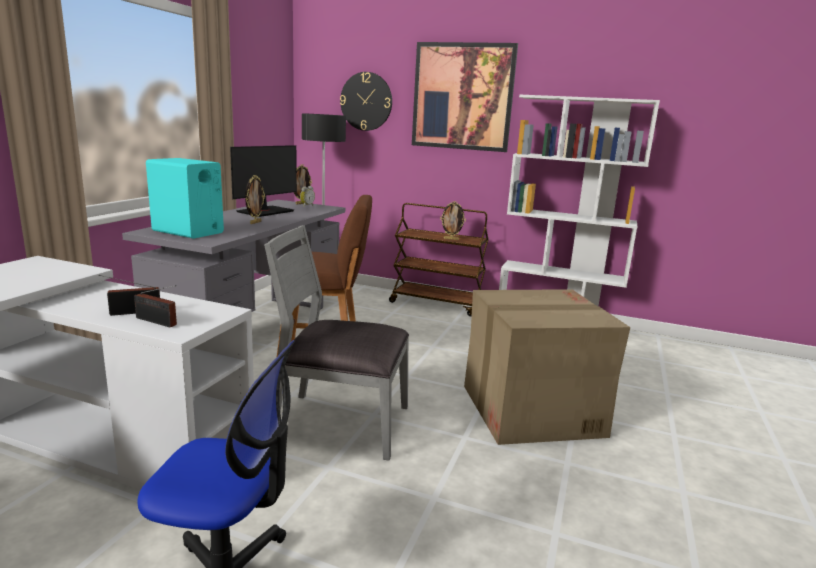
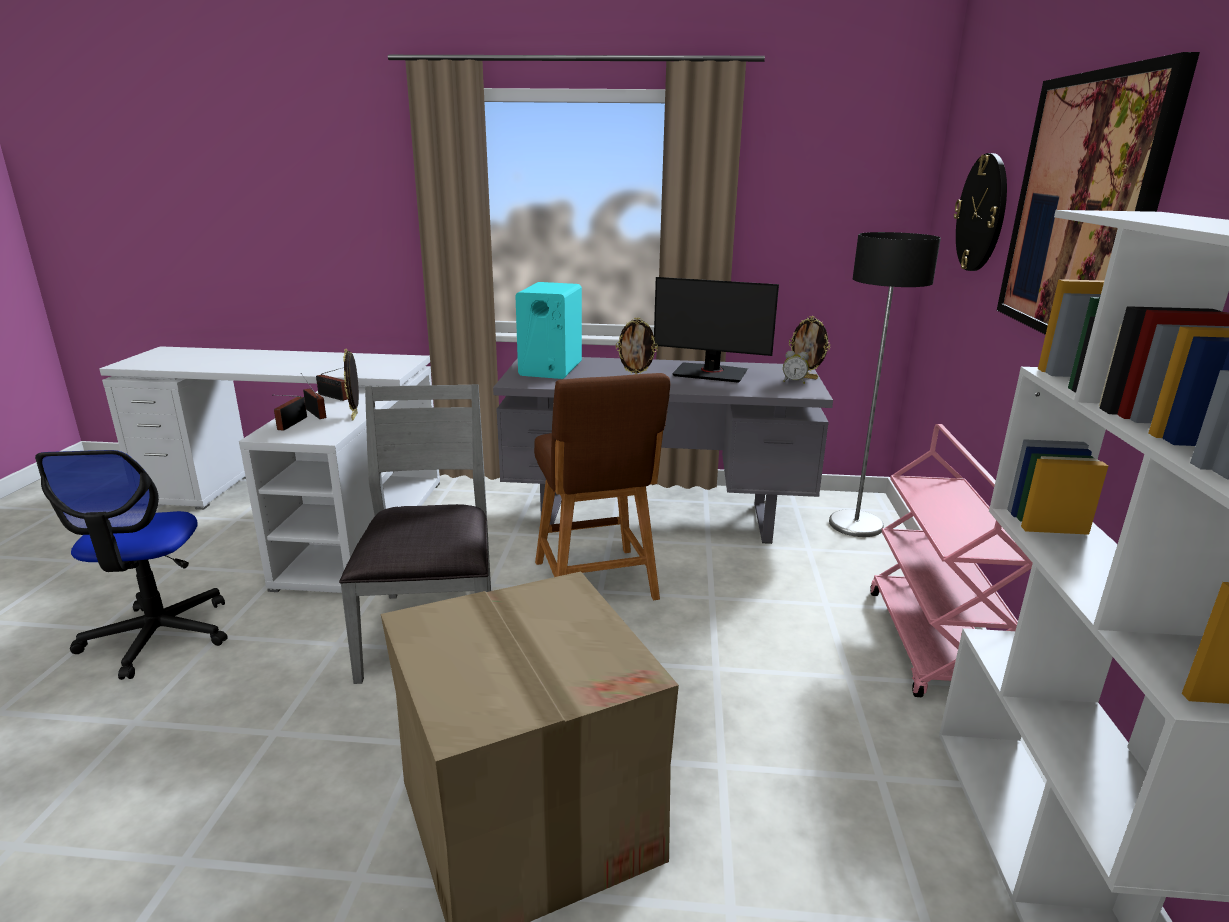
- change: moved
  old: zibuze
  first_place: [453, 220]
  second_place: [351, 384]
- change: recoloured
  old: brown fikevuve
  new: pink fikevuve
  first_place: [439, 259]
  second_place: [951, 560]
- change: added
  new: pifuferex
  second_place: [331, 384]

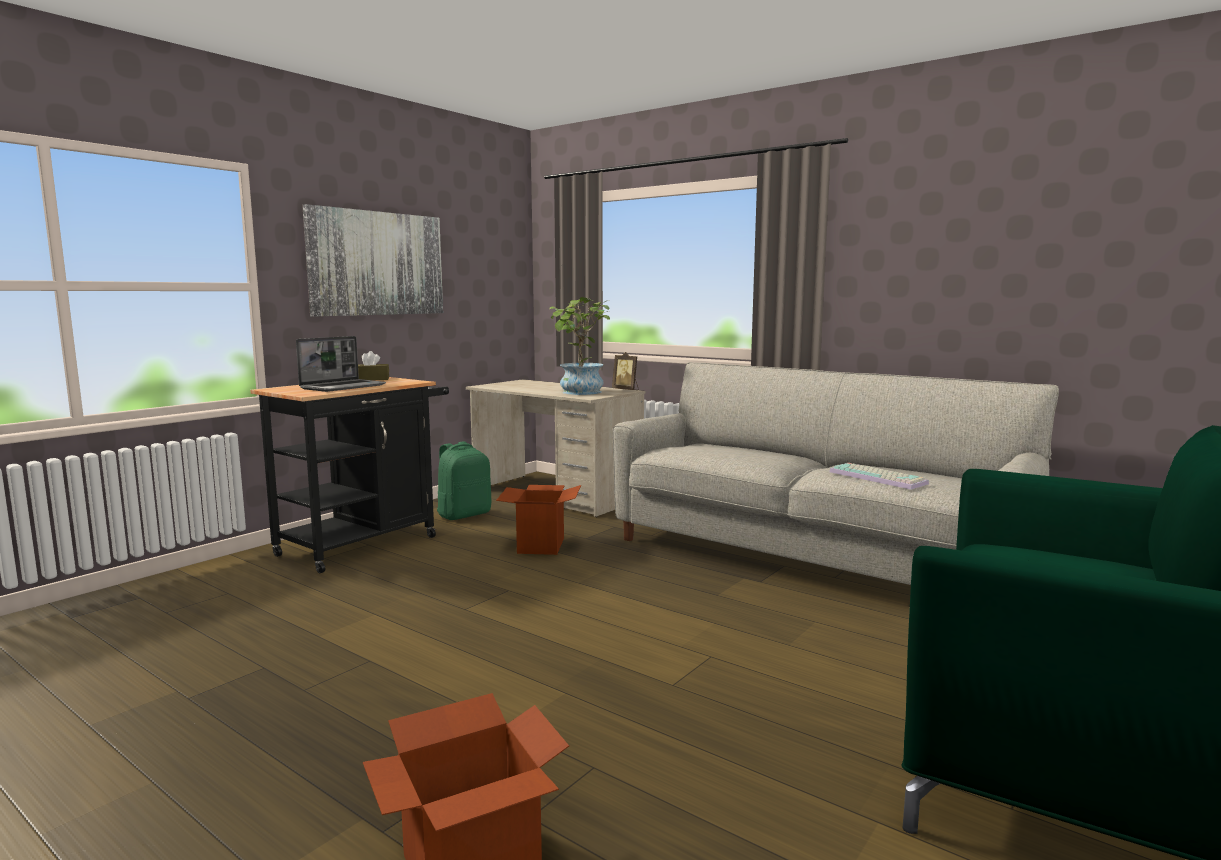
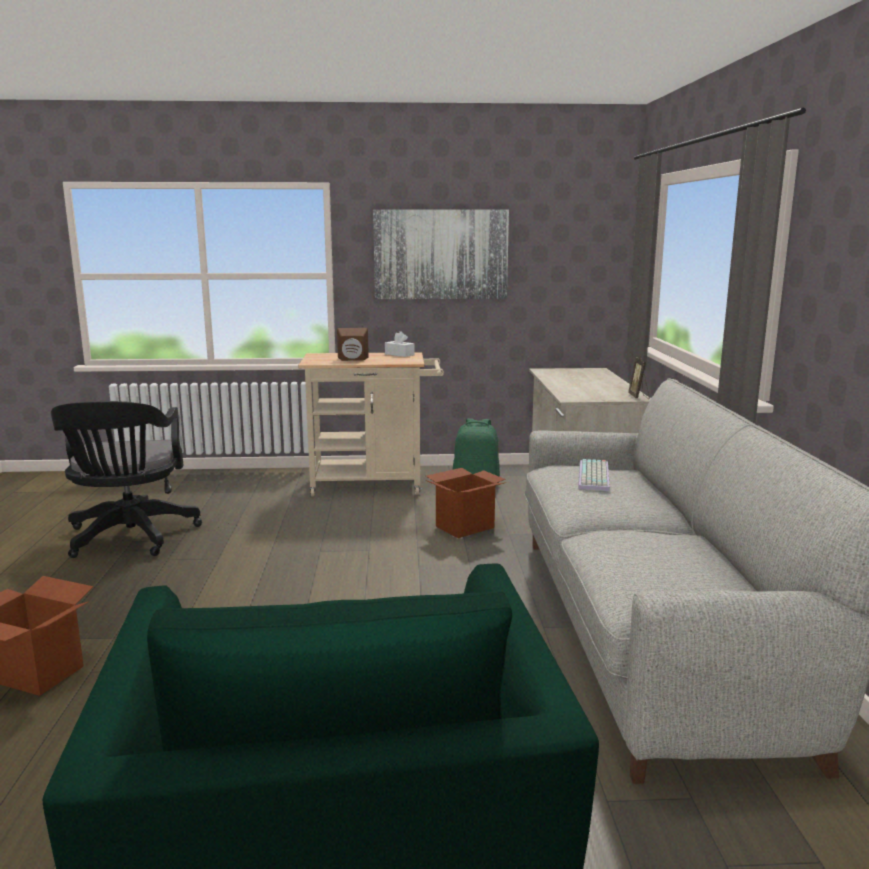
- change: removed
  old: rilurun
  first_place: [579, 346]
- change: replaced
  old: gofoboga
  new: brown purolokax
  first_place: [341, 364]
  second_place: [353, 344]
- change: recoloured
  old: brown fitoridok
  new: white fitoridok
  first_place: [373, 365]
  second_place: [400, 344]
- change: recoloured
  old: black fikevuve
  new: beige fikevuve
  first_place: [349, 475]
  second_place: [371, 424]
- change: moved
  old: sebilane
  first_place: [879, 476]
  second_place: [594, 475]
- change: added
  new: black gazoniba
  second_place: [126, 479]

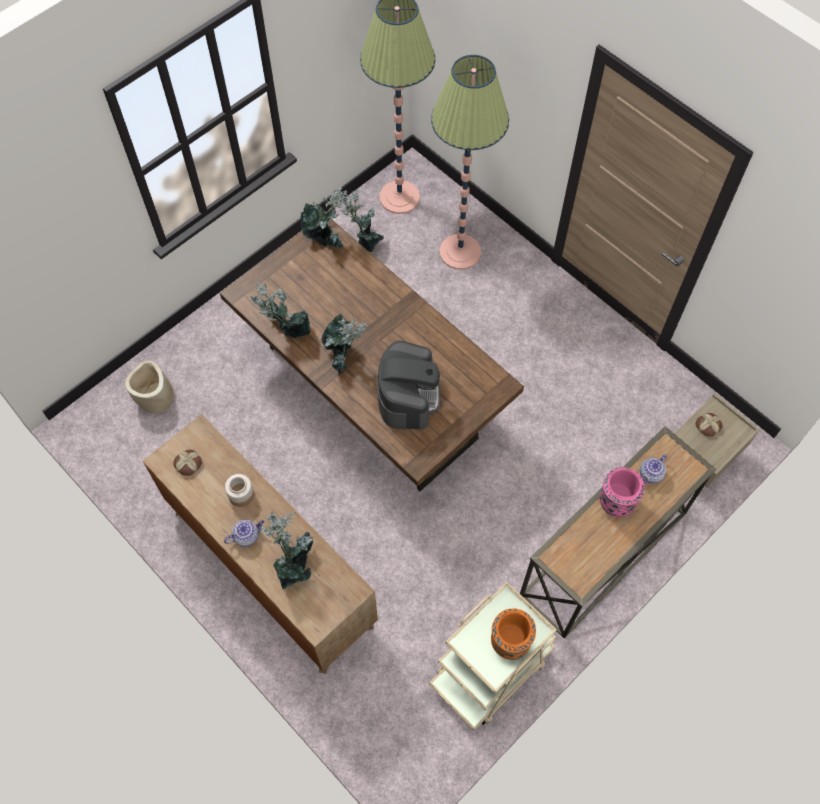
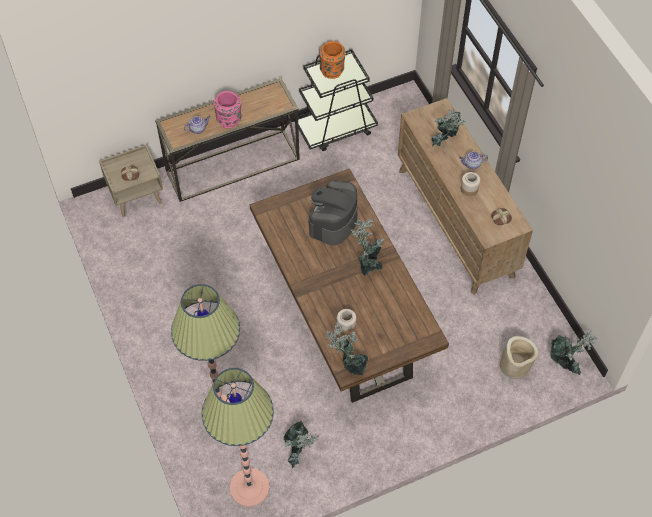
- change: moved
  old: rilurun
  first_place: [280, 309]
  second_place: [573, 352]
- change: recoloured
  old: beige fikevuve
  new: black fikevuve
  first_place: [493, 656]
  second_place: [336, 100]
- change: added
  new: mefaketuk
  second_place: [346, 321]

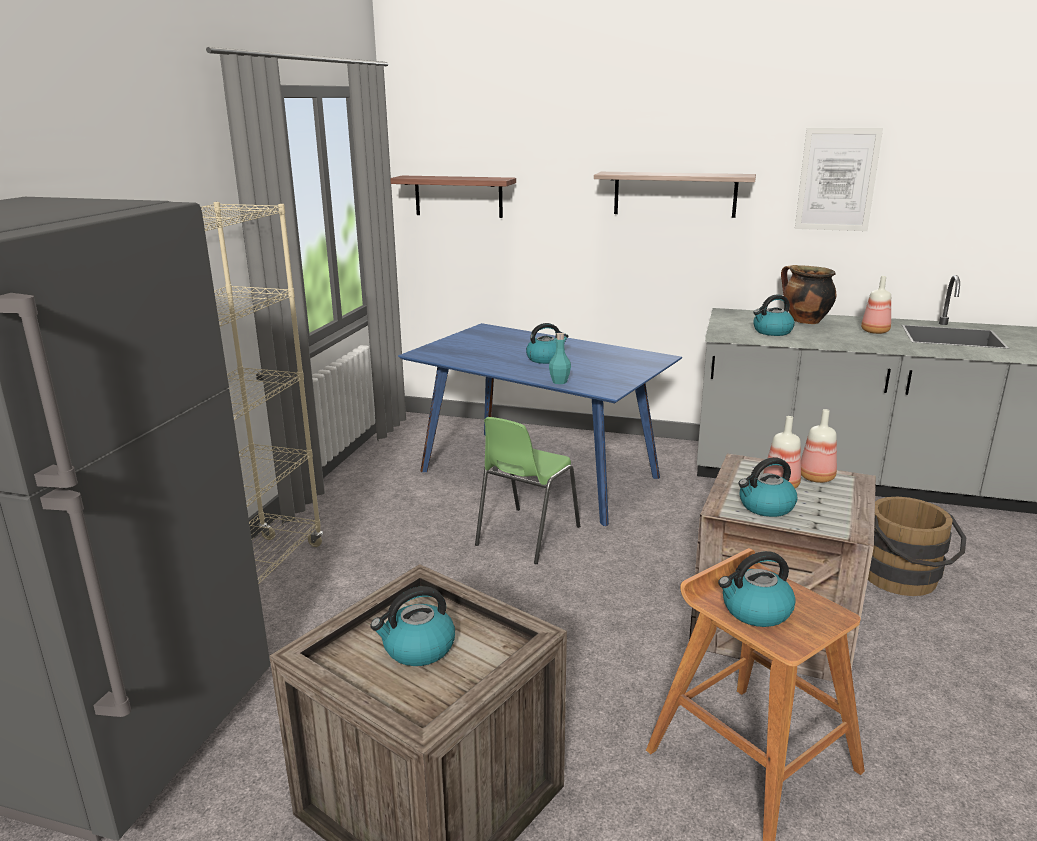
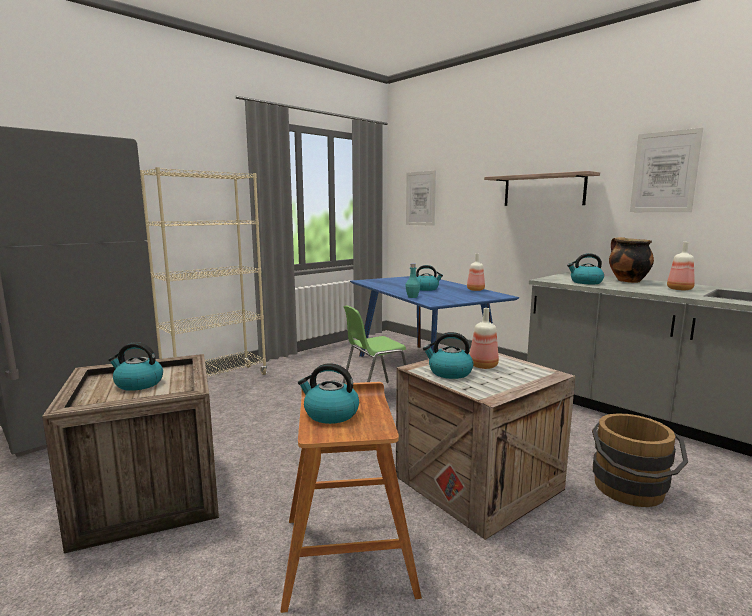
- change: replaced
  old: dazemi
  new: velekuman
  first_place: [453, 197]
  second_place: [421, 198]
- change: moved
  old: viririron
  first_place: [819, 446]
  second_place: [476, 272]

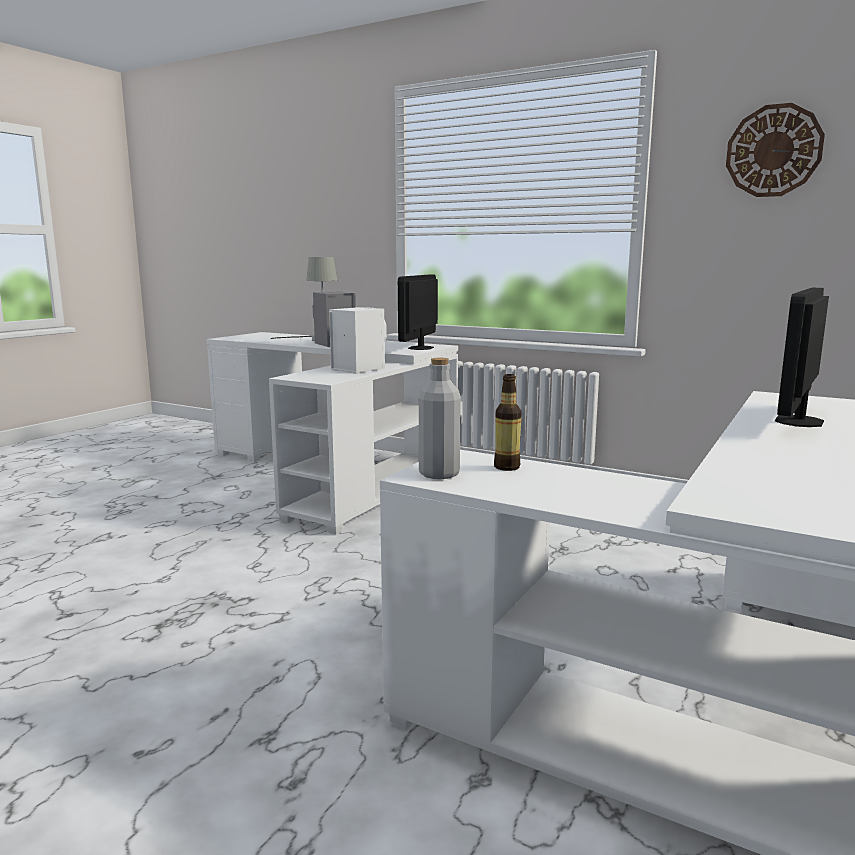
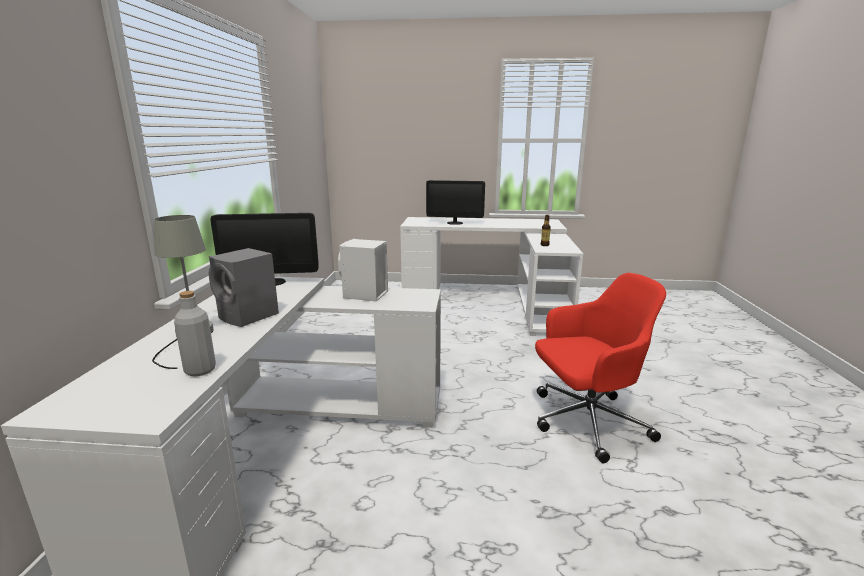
- change: removed
  old: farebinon
  first_place: [775, 150]
- change: moved
  old: grey viririron
  first_place: [440, 418]
  second_place: [195, 333]
- change: added
  new: red gazoniba
  second_place: [600, 368]

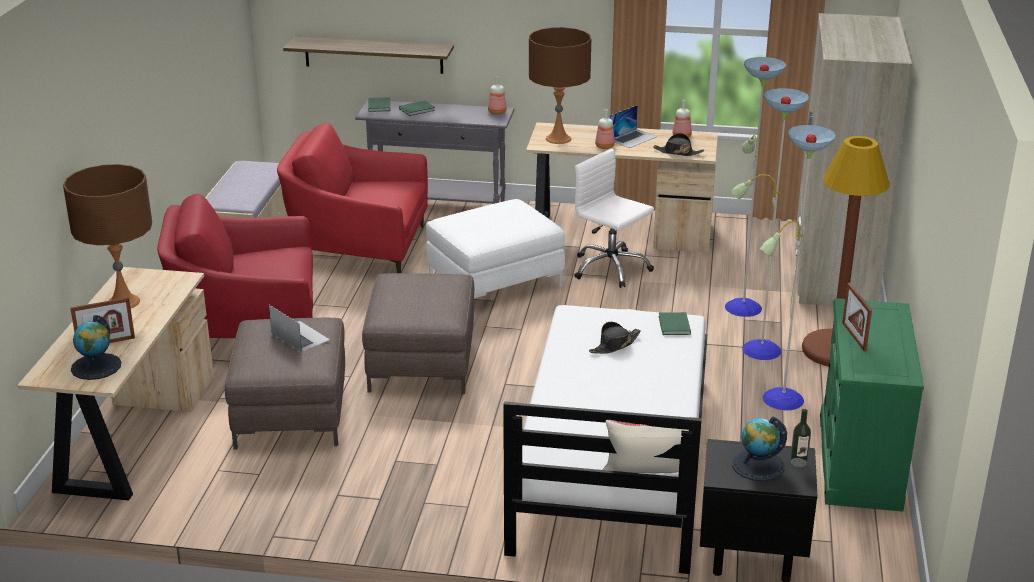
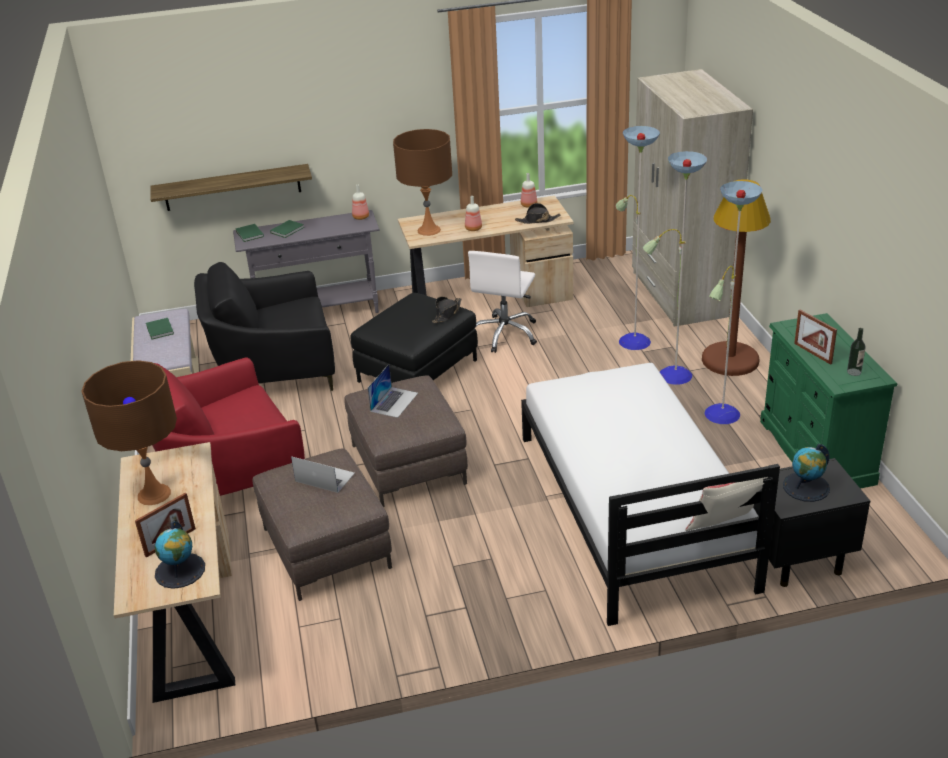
- change: moved
  old: gofoboga
  first_place: [633, 126]
  second_place: [393, 391]
- change: recoloured
  old: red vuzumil
  new: black vuzumil
  first_place: [352, 198]
  second_place: [264, 326]
- change: turned
  old: white gazoniba
  first_place: [614, 218]
  second_place: [502, 302]
  degrees: -90
- change: recoloured
  old: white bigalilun
  new: black bigalilun
  first_place: [495, 248]
  second_place: [414, 338]
- change: moved
  old: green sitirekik
  first_place: [675, 323]
  second_place: [160, 329]
- change: moved
  old: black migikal
  first_place: [615, 338]
  second_place: [446, 310]
- change: moved
  old: viririron
  first_place: [800, 438]
  second_place: [856, 352]

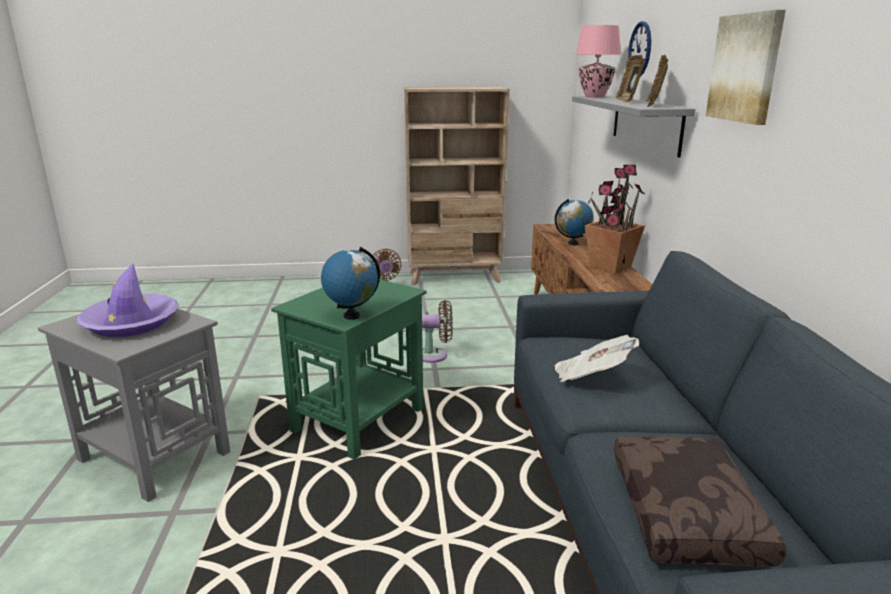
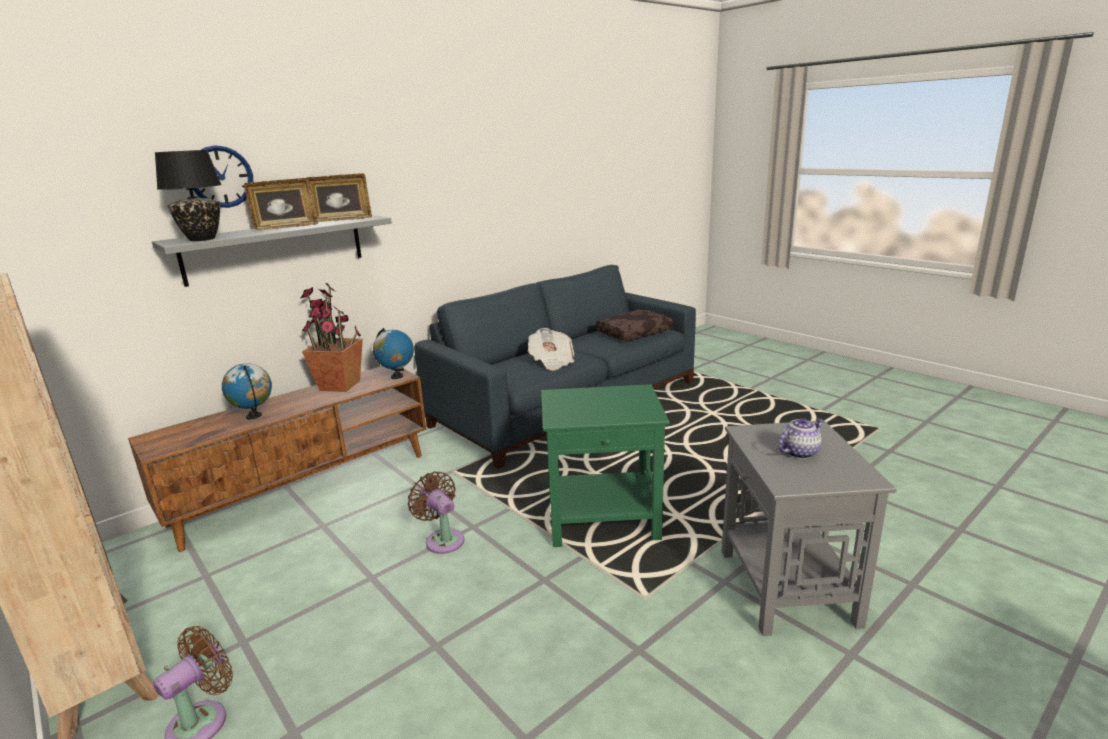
- change: removed
  old: velekuman
  first_place: [746, 67]
- change: recoloured
  old: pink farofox
  new: black farofox
  first_place: [598, 61]
  second_place: [188, 195]
- change: moved
  old: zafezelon
  first_place: [350, 283]
  second_place: [393, 353]
- change: replaced
  old: purple migikal
  new: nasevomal
  first_place: [128, 300]
  second_place: [801, 438]

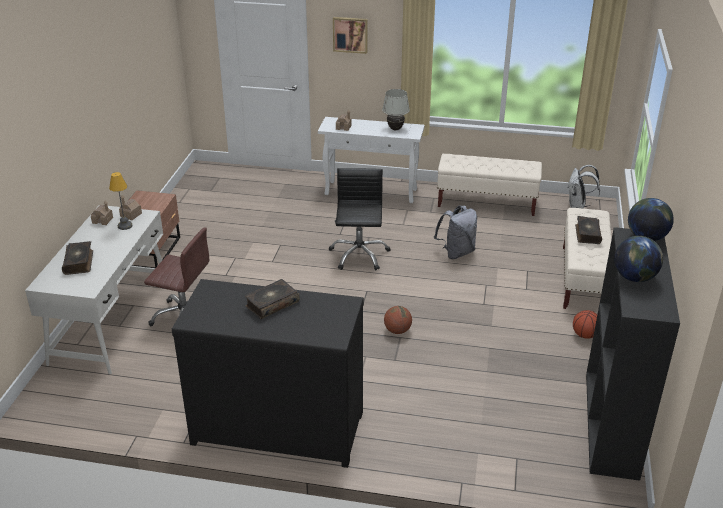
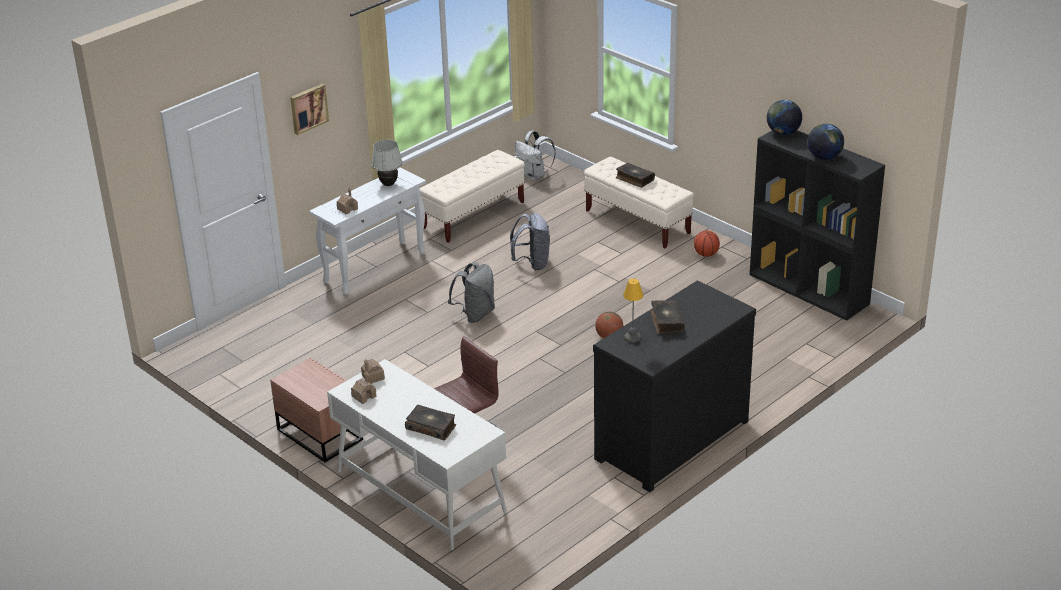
- change: replaced
  old: black gazoniba
  new: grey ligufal
  first_place: [360, 219]
  second_place: [471, 292]
- change: moved
  old: farofox
  first_place: [121, 201]
  second_place: [633, 311]

